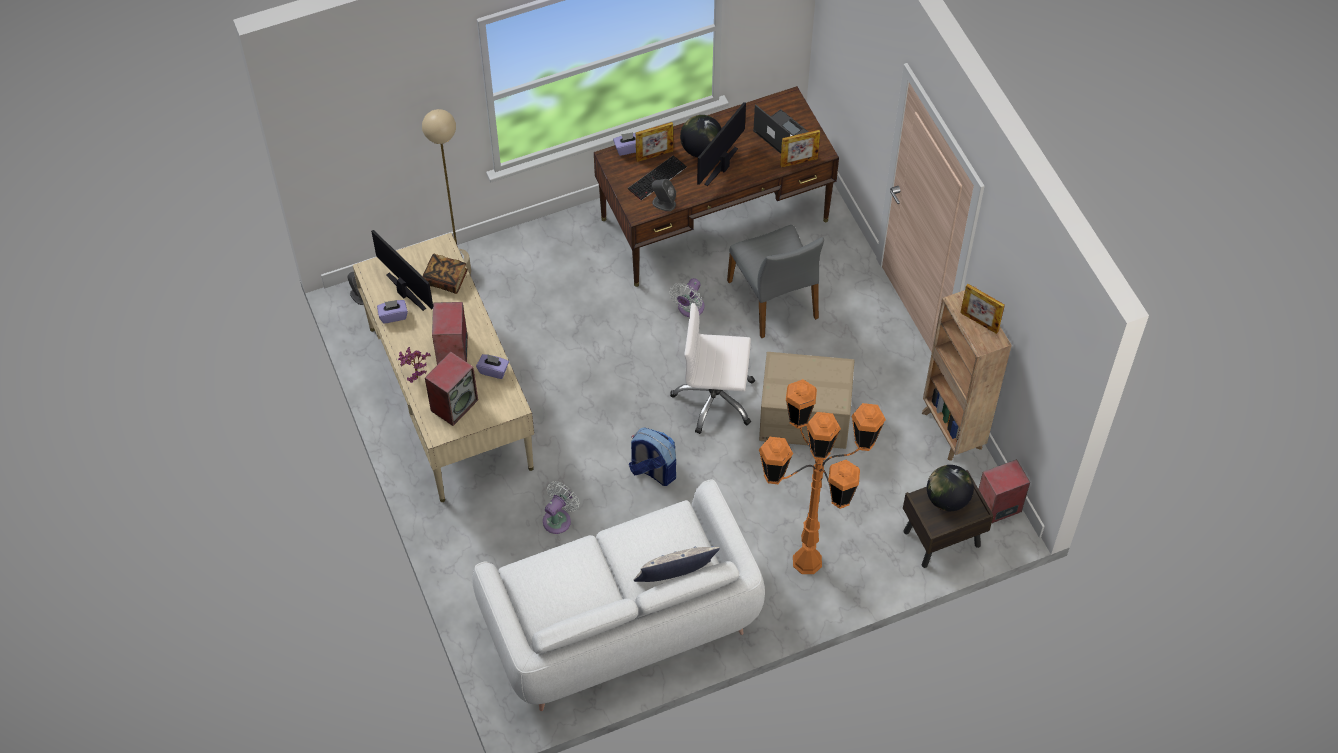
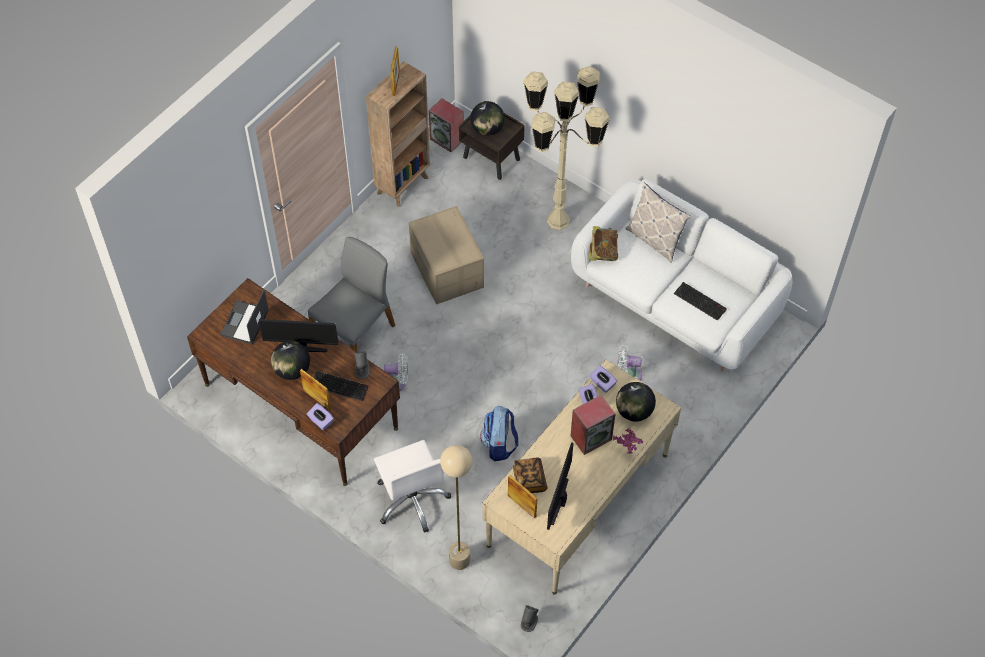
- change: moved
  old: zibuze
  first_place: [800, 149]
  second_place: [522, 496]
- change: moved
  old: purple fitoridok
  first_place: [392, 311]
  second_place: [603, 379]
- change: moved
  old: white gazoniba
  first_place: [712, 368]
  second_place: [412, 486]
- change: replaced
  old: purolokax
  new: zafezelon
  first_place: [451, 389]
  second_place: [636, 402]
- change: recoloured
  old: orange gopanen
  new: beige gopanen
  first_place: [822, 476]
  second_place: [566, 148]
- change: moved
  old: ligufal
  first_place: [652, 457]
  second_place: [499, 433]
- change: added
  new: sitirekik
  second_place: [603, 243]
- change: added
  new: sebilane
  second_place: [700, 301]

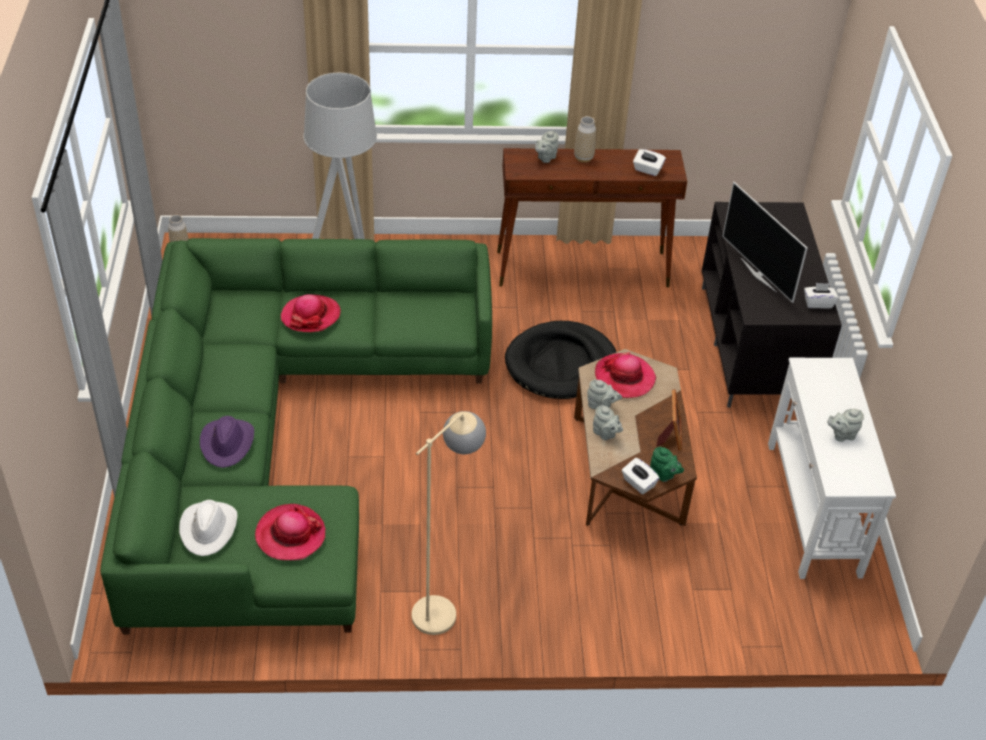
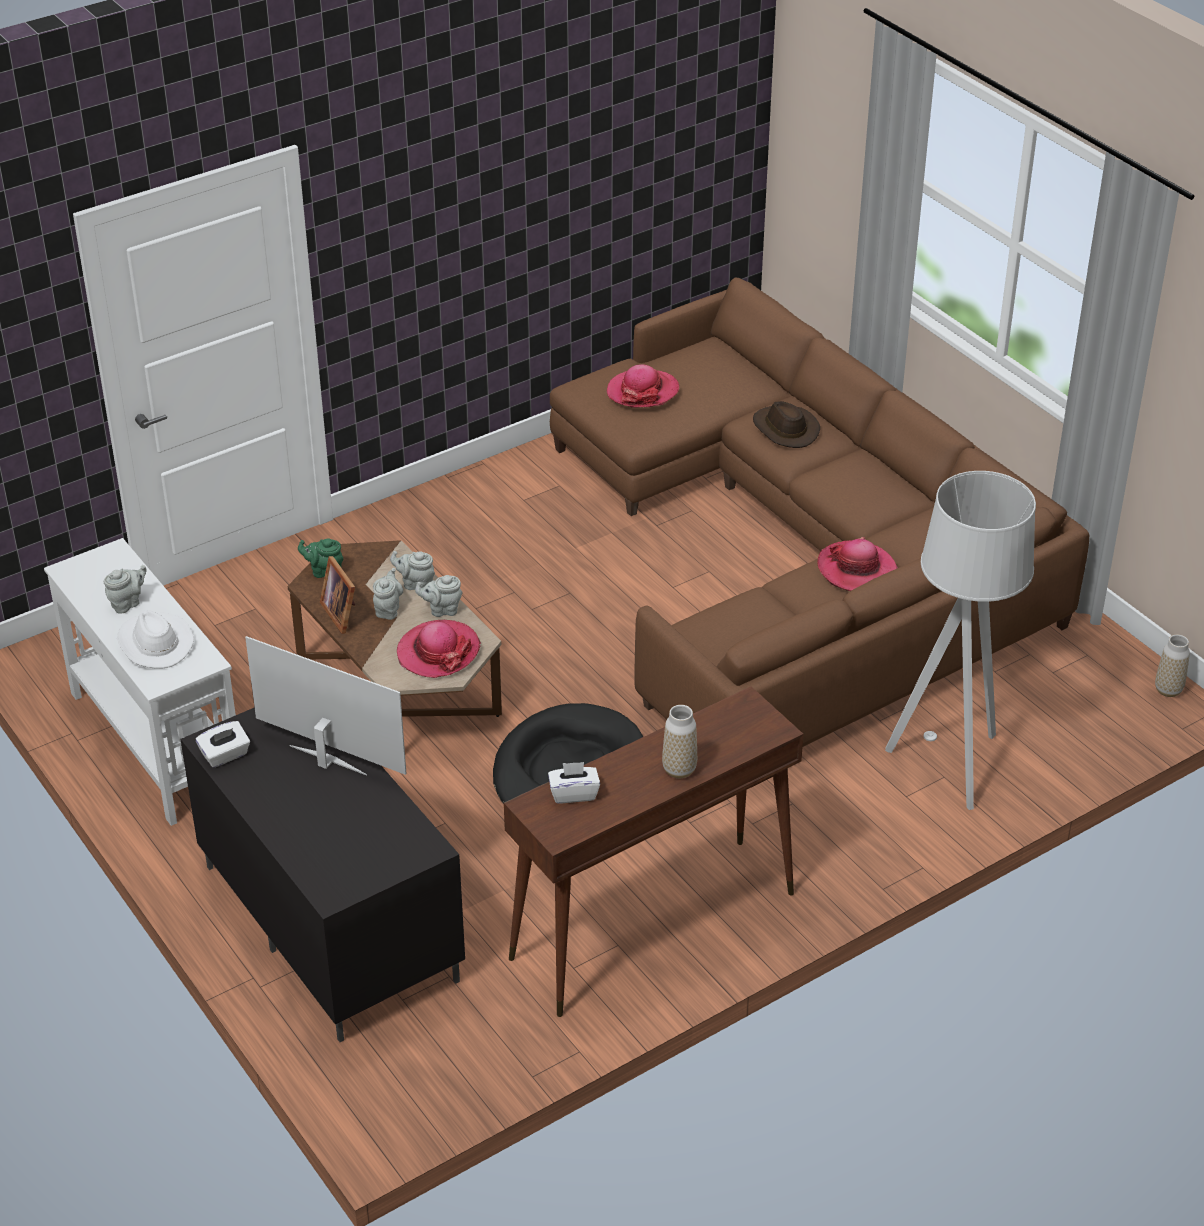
- change: moved
  old: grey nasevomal
  first_place: [547, 146]
  second_place: [388, 594]
- change: recoloured
  old: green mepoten
  new: brown mepoten
  first_place: [296, 436]
  second_place: [819, 512]
- change: removed
  old: beige gopanen
  first_place: [449, 523]
- change: recoloured
  old: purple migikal
  new: brown migikal
  first_place: [227, 442]
  second_place: [786, 424]
- change: removed
  old: white fitoridok
  first_place: [640, 476]
- change: moved
  old: white migikal
  first_place: [208, 528]
  second_place: [155, 639]

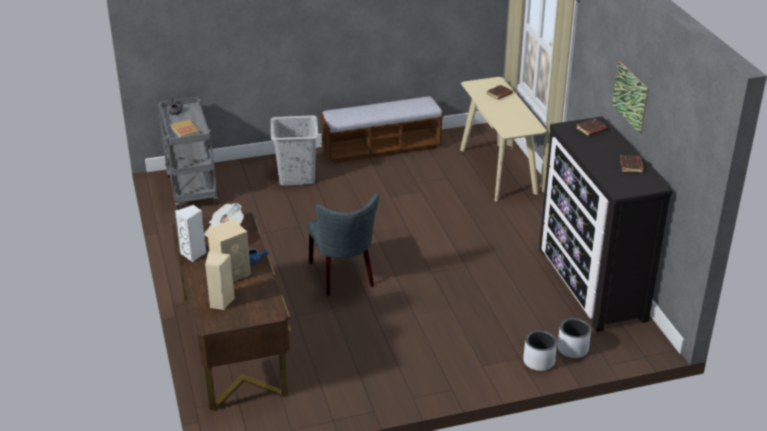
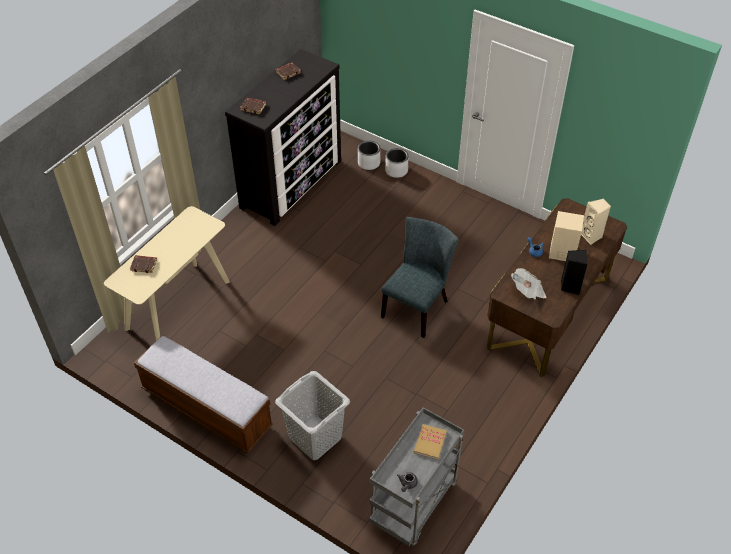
- change: removed
  old: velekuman
  first_place: [630, 97]
- change: recoloured
  old: white purolokax
  new: black purolokax
  first_place: [190, 233]
  second_place: [574, 272]

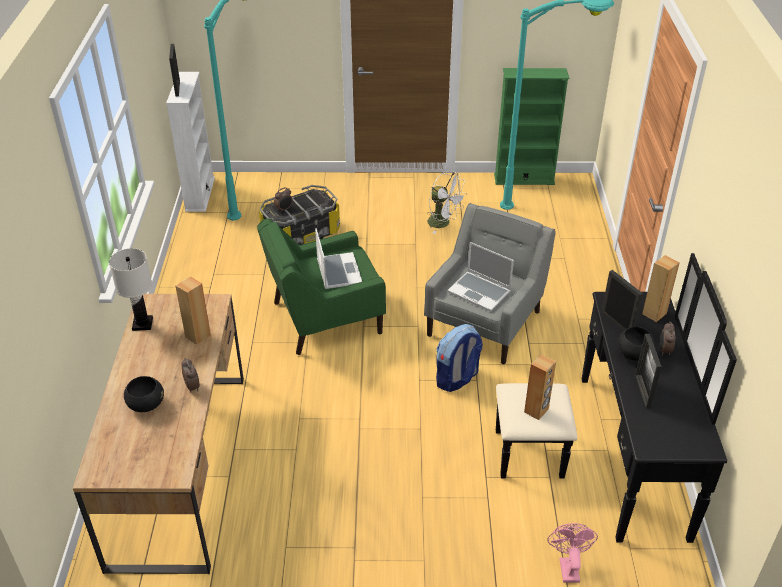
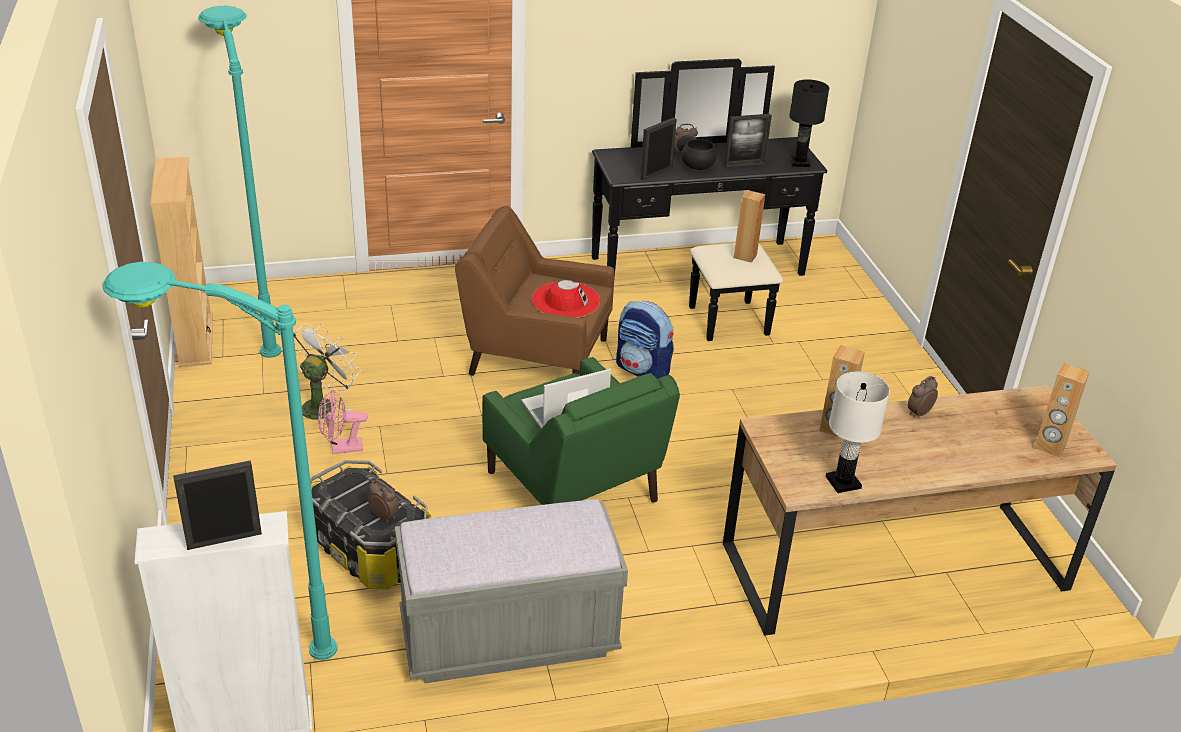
- change: recoloured
  old: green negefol
  new: beige negefol
  first_place: [531, 126]
  second_place: [181, 262]
- change: recoloured
  old: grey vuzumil
  new: brown vuzumil
  first_place: [490, 283]
  second_place: [534, 291]
- change: replaced
  old: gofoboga
  new: red migikal
  first_place: [480, 276]
  second_place: [566, 298]
- change: moved
  old: brown purolokax
  first_place: [661, 288]
  second_place: [1062, 410]
- change: removed
  old: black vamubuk
  first_place: [144, 394]
- change: moved
  old: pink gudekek
  first_place: [573, 553]
  second_place: [343, 421]
- change: added
  new: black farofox
  second_place: [809, 123]
- change: added
  new: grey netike
  second_place: [511, 591]

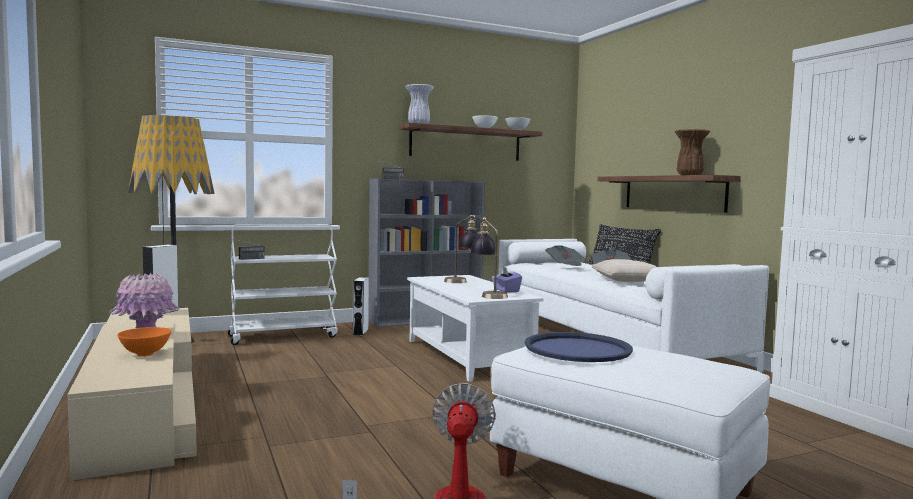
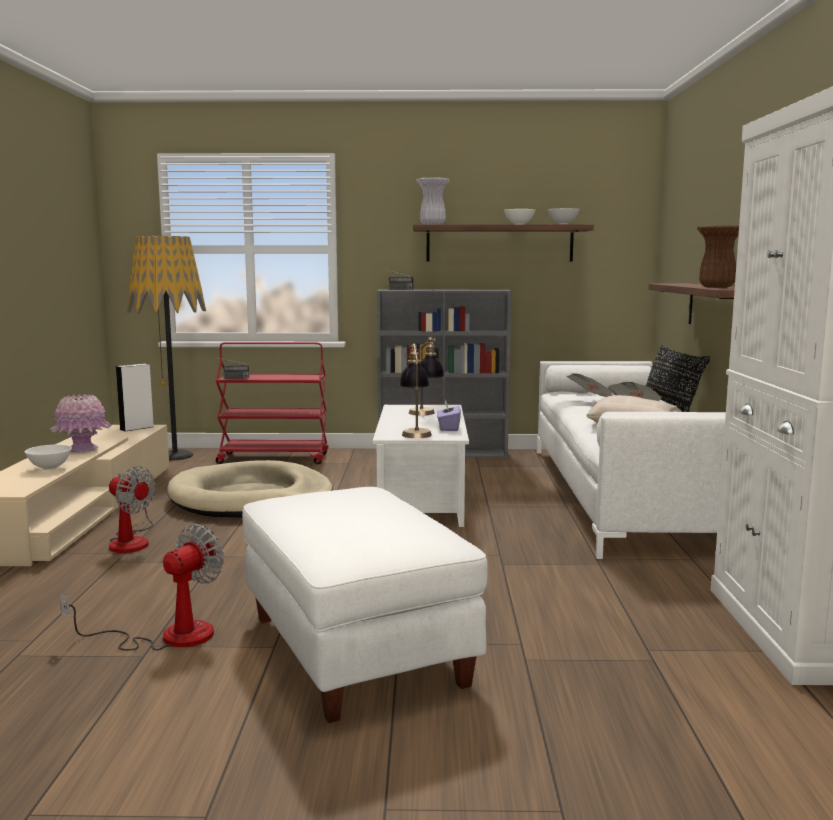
- change: recoloured
  old: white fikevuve
  new: red fikevuve
  first_place: [283, 284]
  second_place: [272, 403]
- change: removed
  old: white purolokax
  first_place: [361, 306]
- change: recoloured
  old: orange vamubuk
  new: white vamubuk
  first_place: [144, 342]
  second_place: [48, 457]
- change: removed
  old: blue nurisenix
  first_place: [578, 347]
- change: added
  new: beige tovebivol
  second_place: [250, 489]
- change: added
  new: gudekek
  second_place: [132, 509]

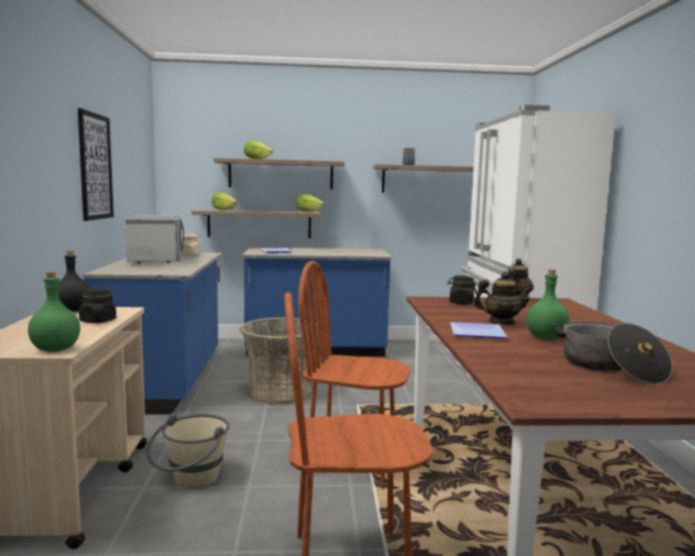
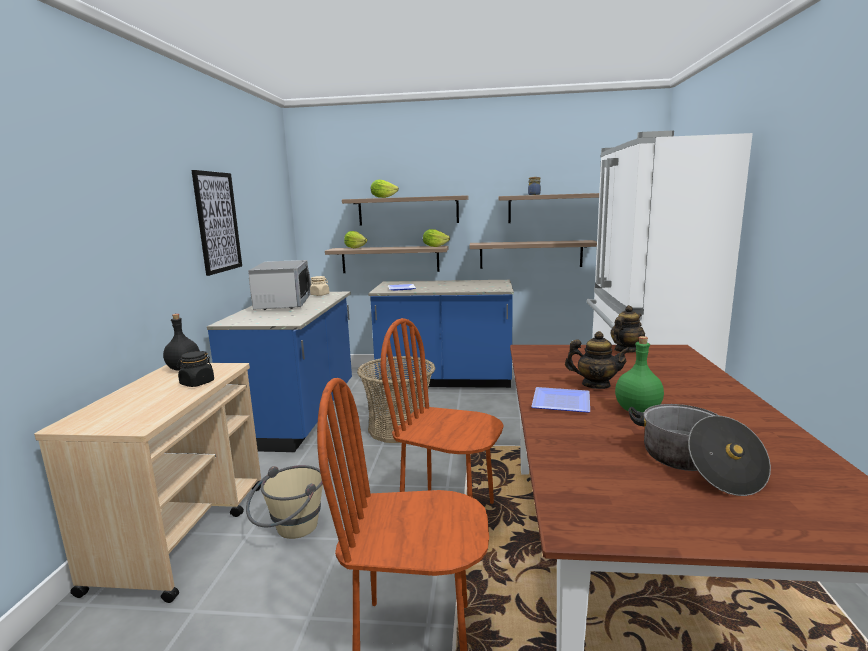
- change: removed
  old: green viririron
  first_place: [54, 311]
- change: removed
  old: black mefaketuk
  first_place: [462, 289]
- change: added
  new: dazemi
  second_place: [533, 254]

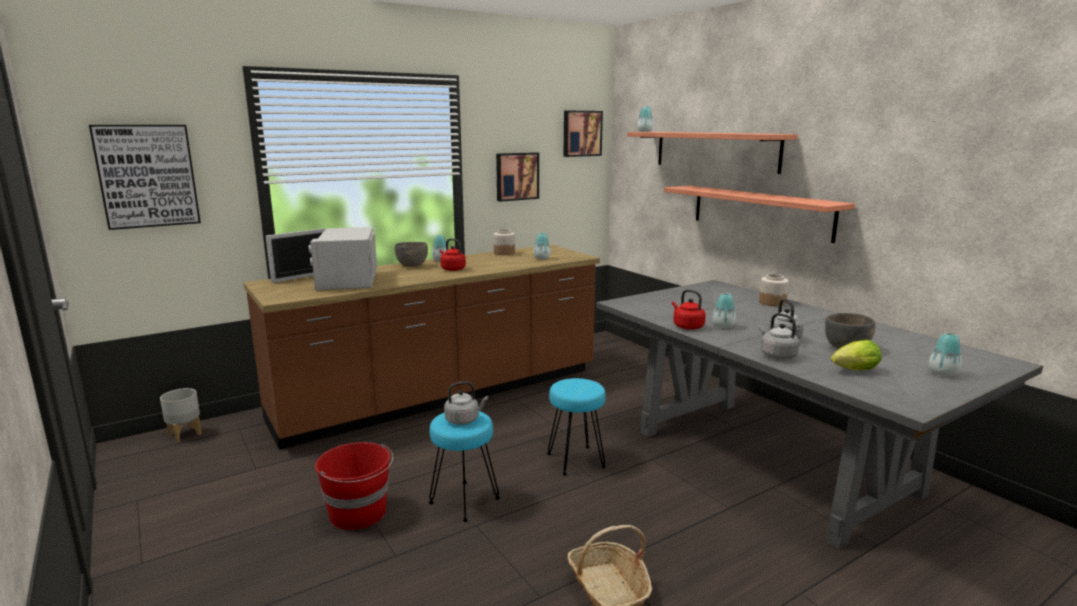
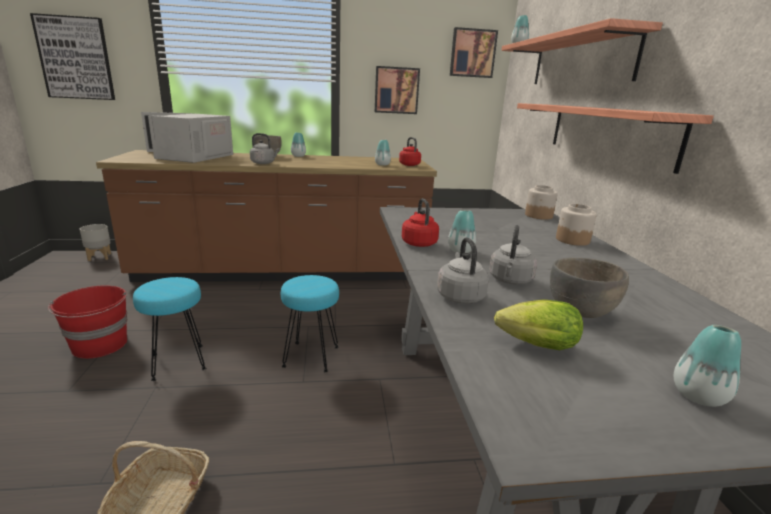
- change: moved
  old: mefaketuk
  first_place: [504, 242]
  second_place: [541, 202]
- change: moved
  old: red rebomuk
  first_place: [453, 254]
  second_place: [410, 151]
- change: moved
  old: grey rebomuk
  first_place: [466, 403]
  second_place: [265, 148]

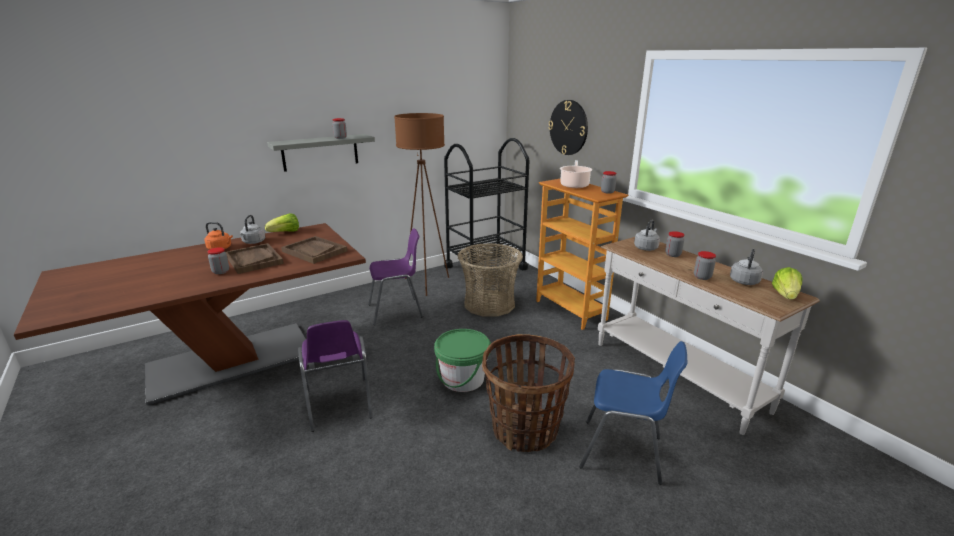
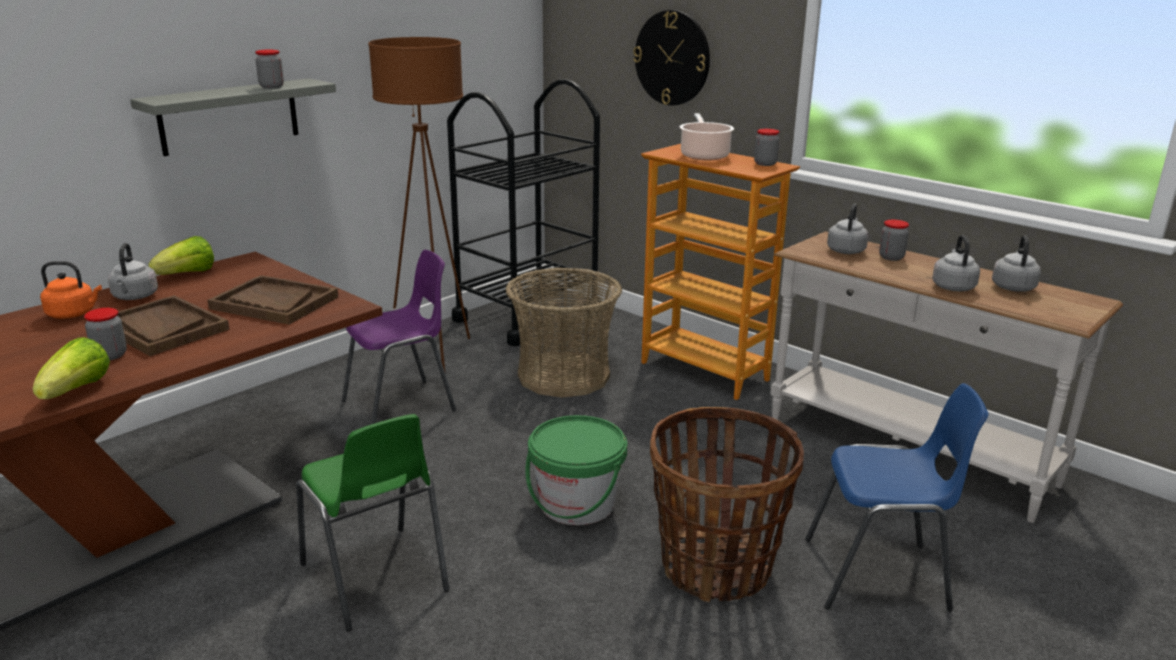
- change: replaced
  old: mefaketuk
  new: grey rebomuk
  first_place: [705, 265]
  second_place: [956, 263]
- change: moved
  old: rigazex
  first_place: [787, 283]
  second_place: [71, 368]
- change: recoloured
  old: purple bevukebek
  new: green bevukebek
  first_place: [335, 376]
  second_place: [373, 522]

